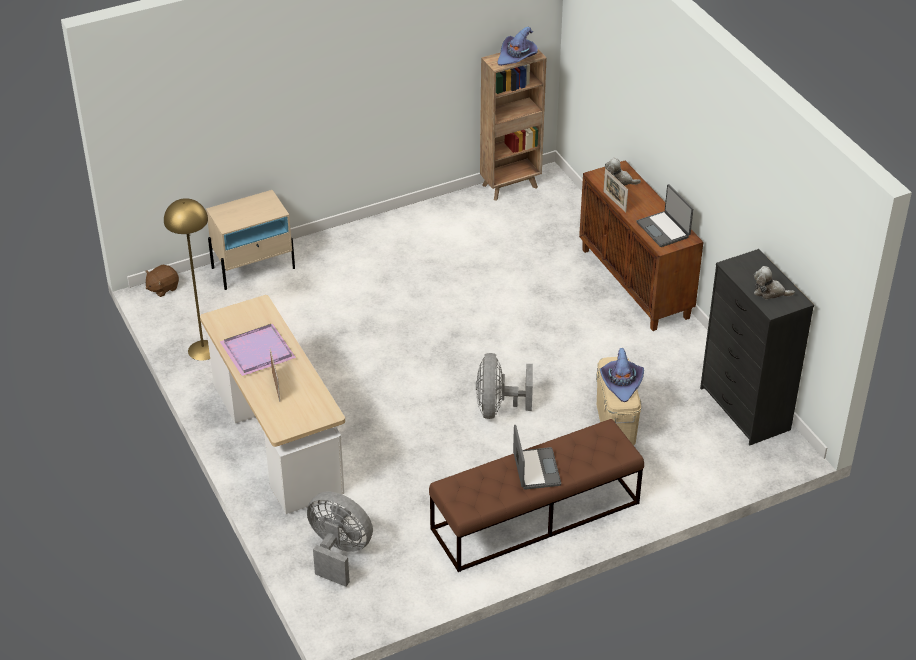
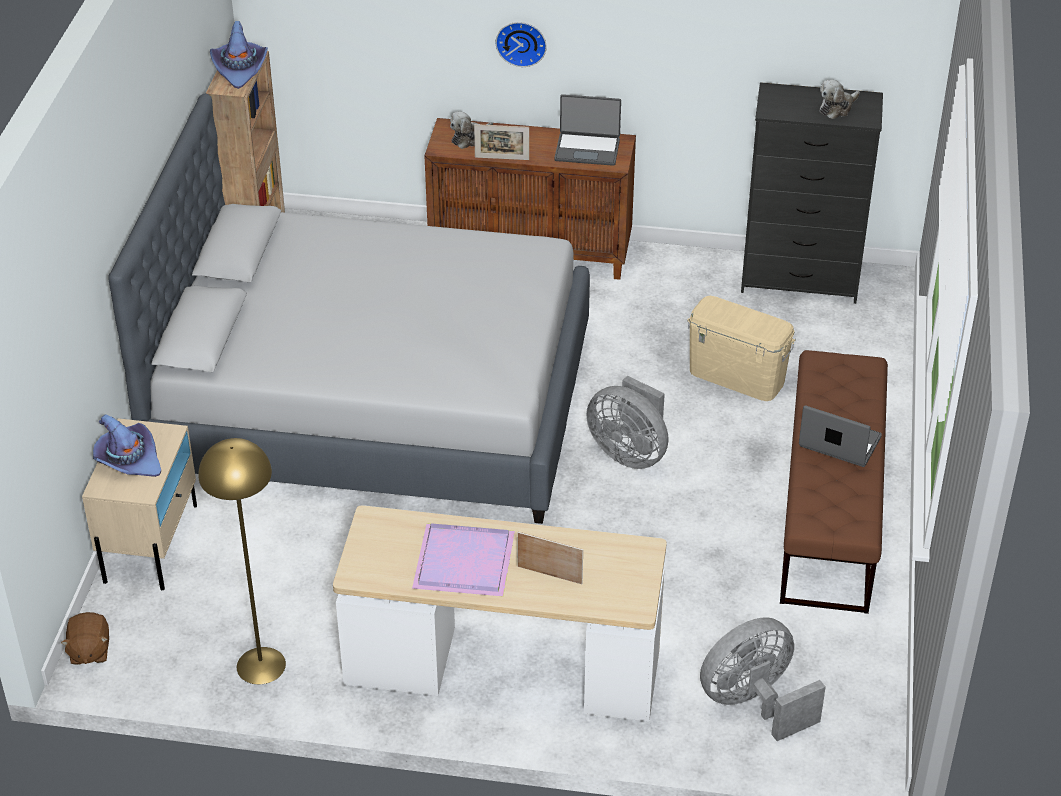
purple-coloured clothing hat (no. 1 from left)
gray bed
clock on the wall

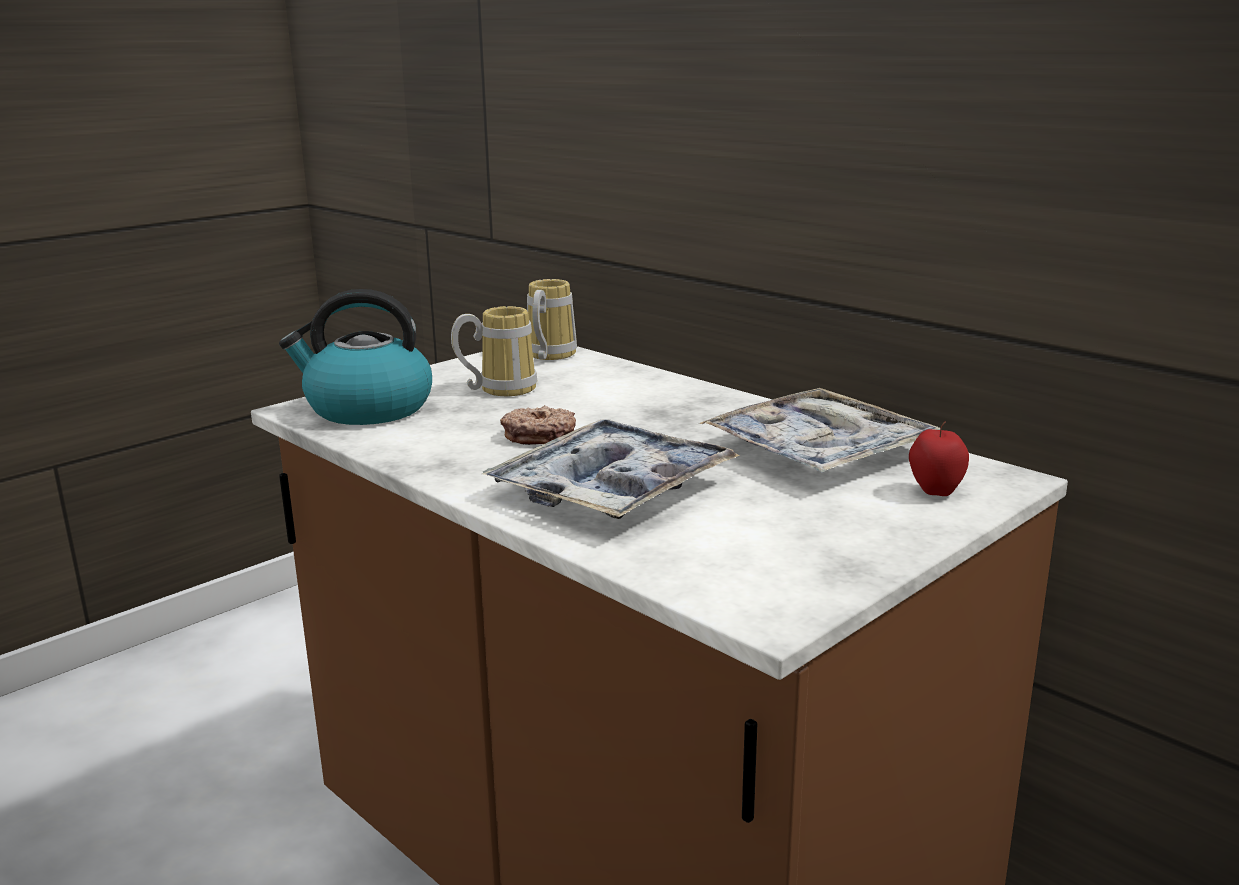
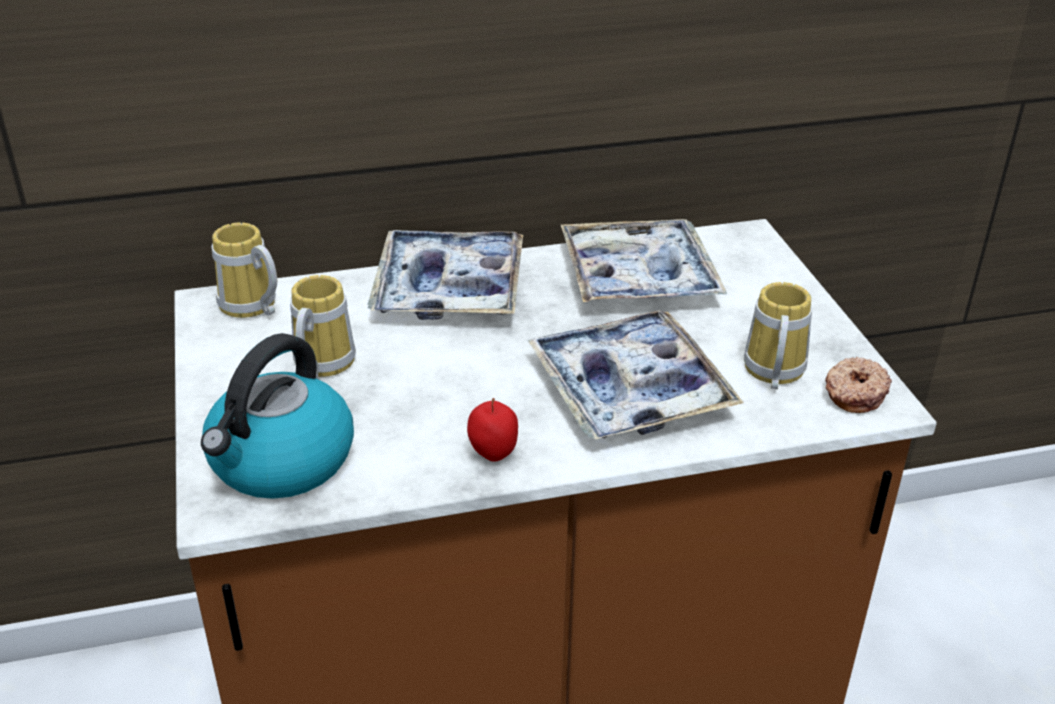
tray (no. 1 from left)
apple fruit
mug (no. 3 from left)
doughnut

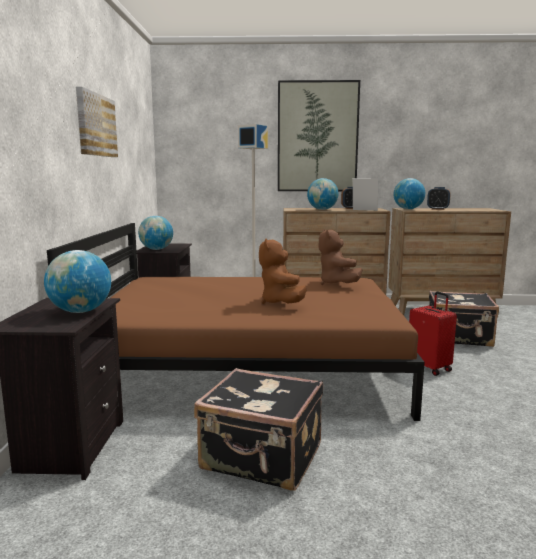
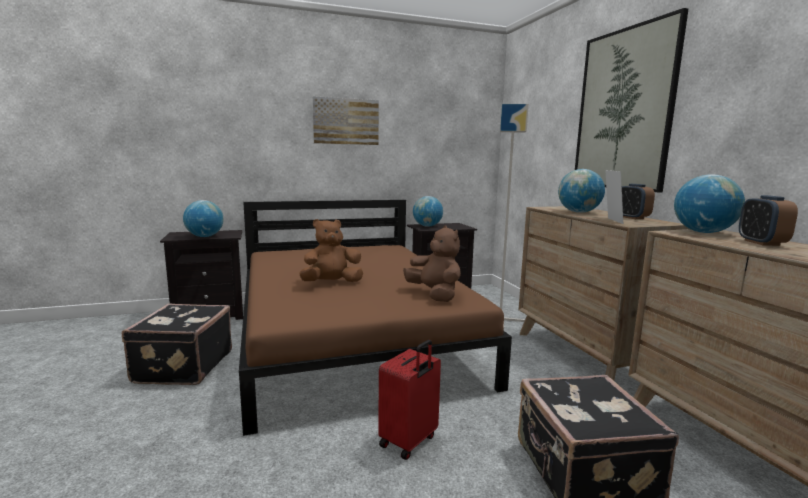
brown plush toy (no. 2 from left)

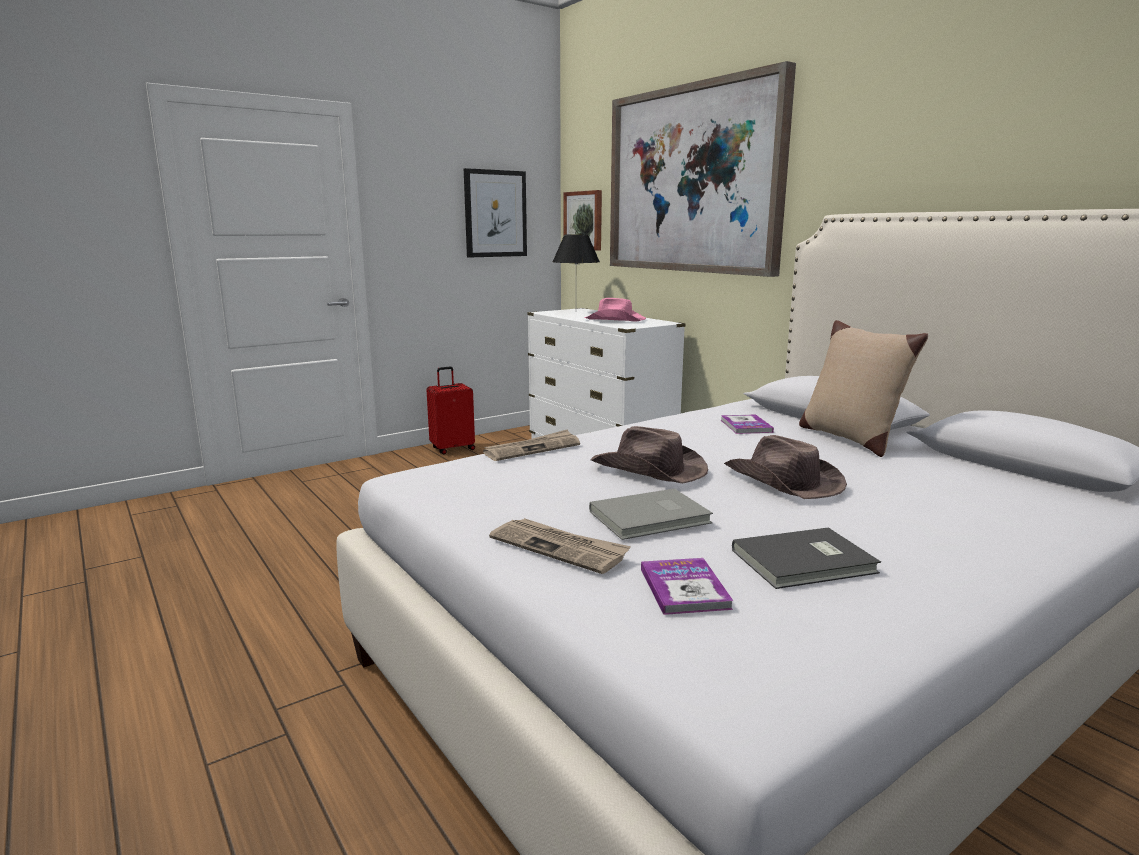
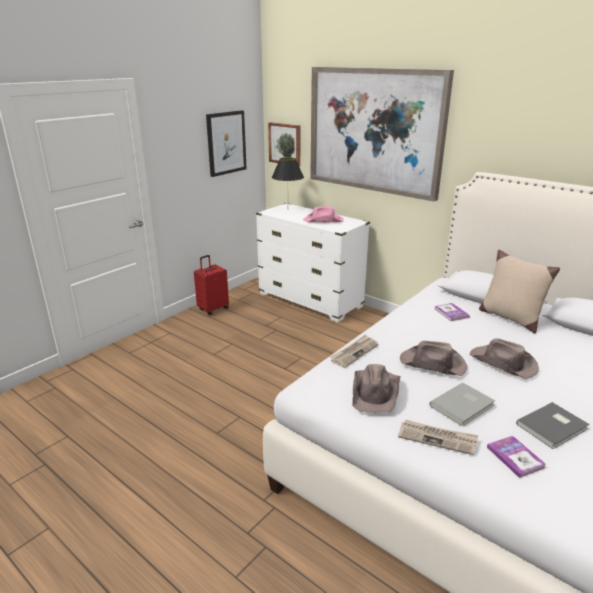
brown clothing hat (no. 1 from left)

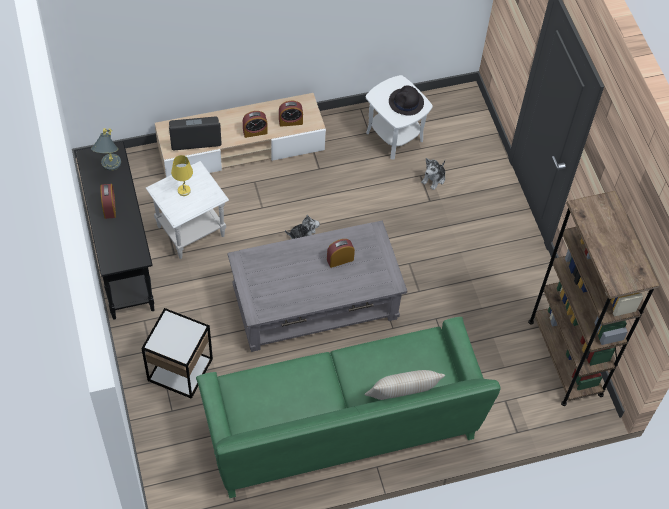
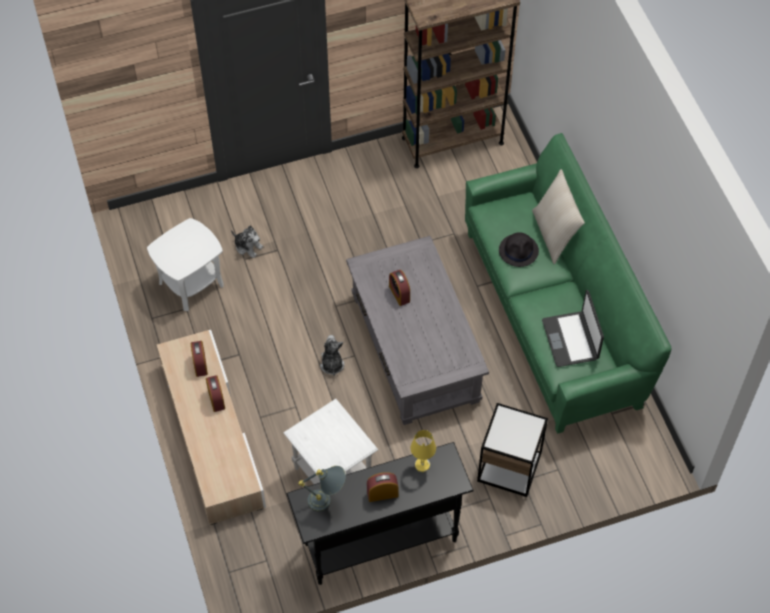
yellow-coloured lamp for a table
blackish clothing hat
laptop

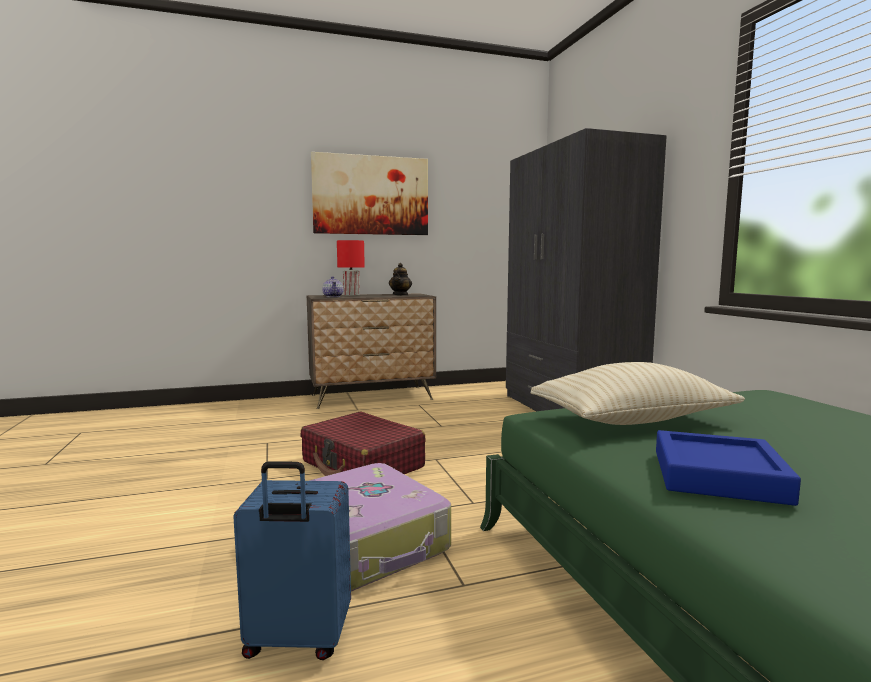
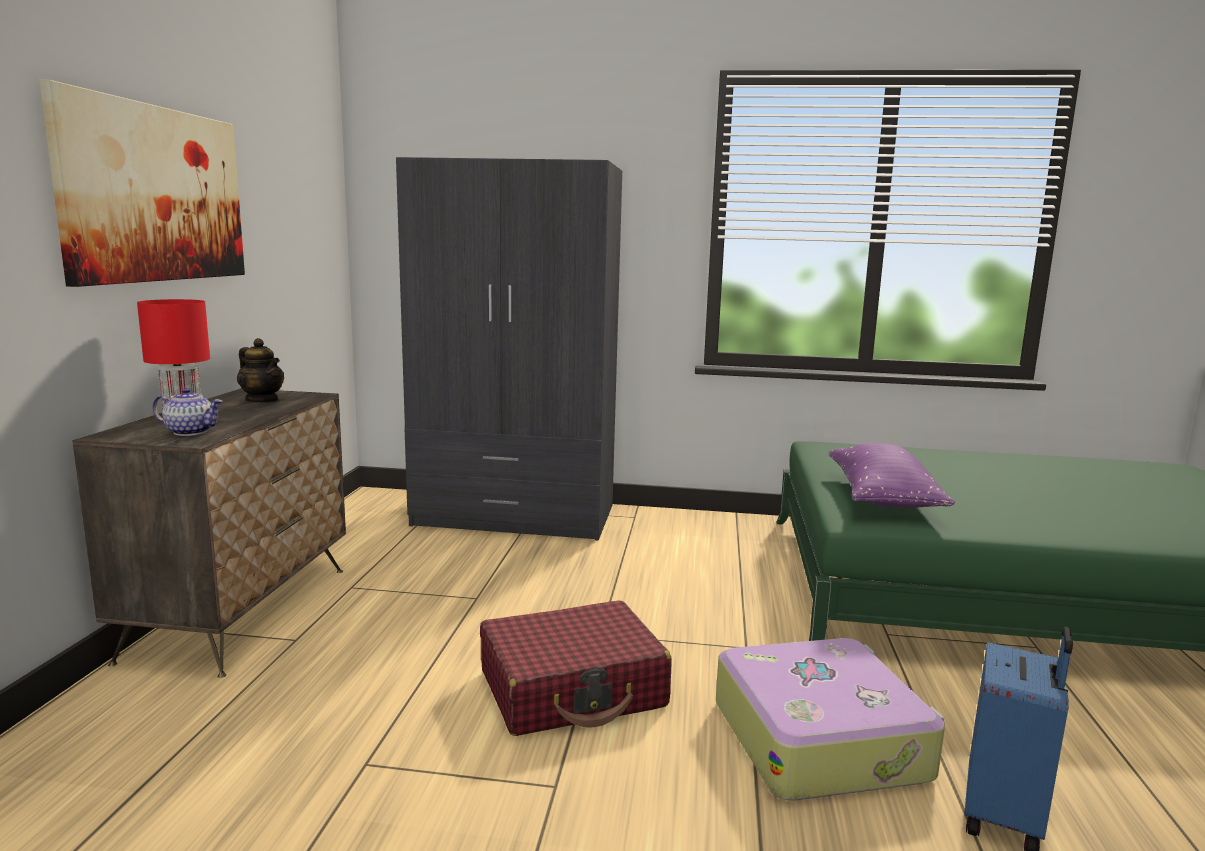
purple-coloured cushion
blue-coloured tray

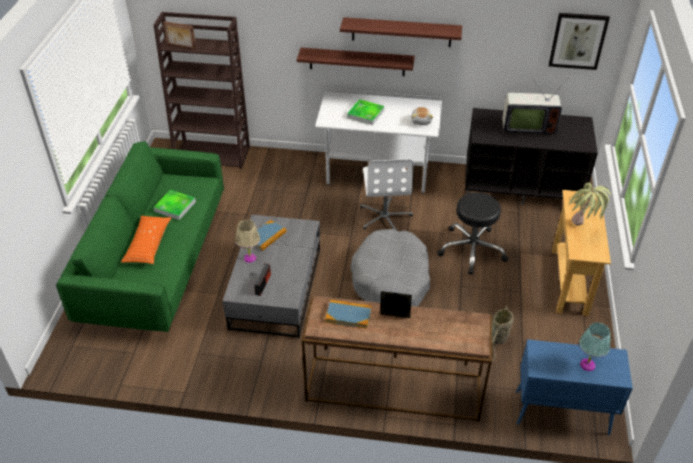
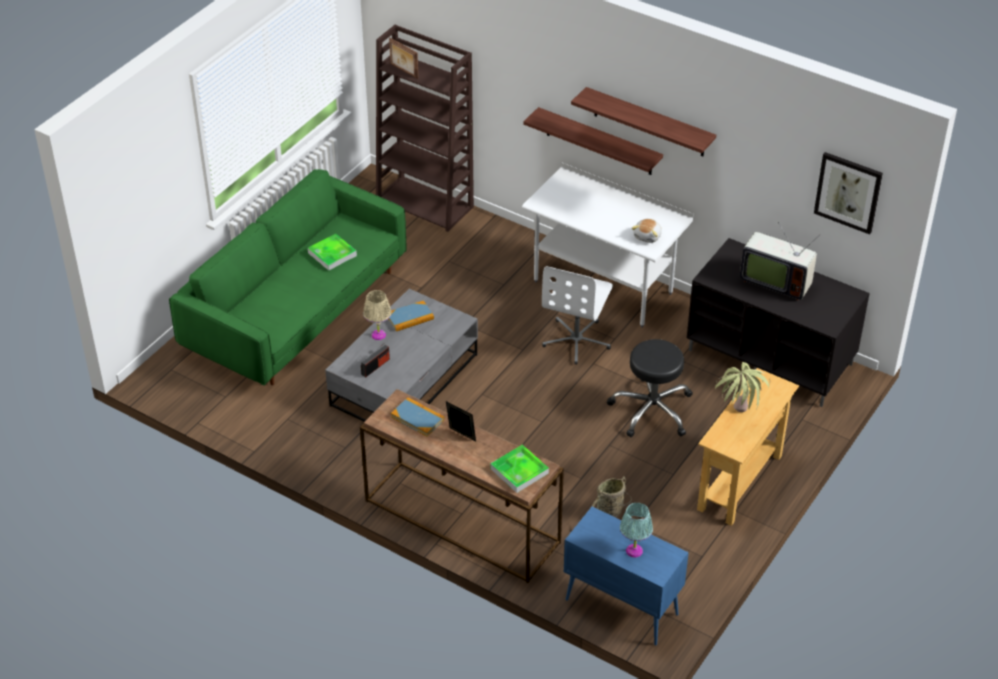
tray (no. 2 from left)
orange-coloured cushion
gray pet bed

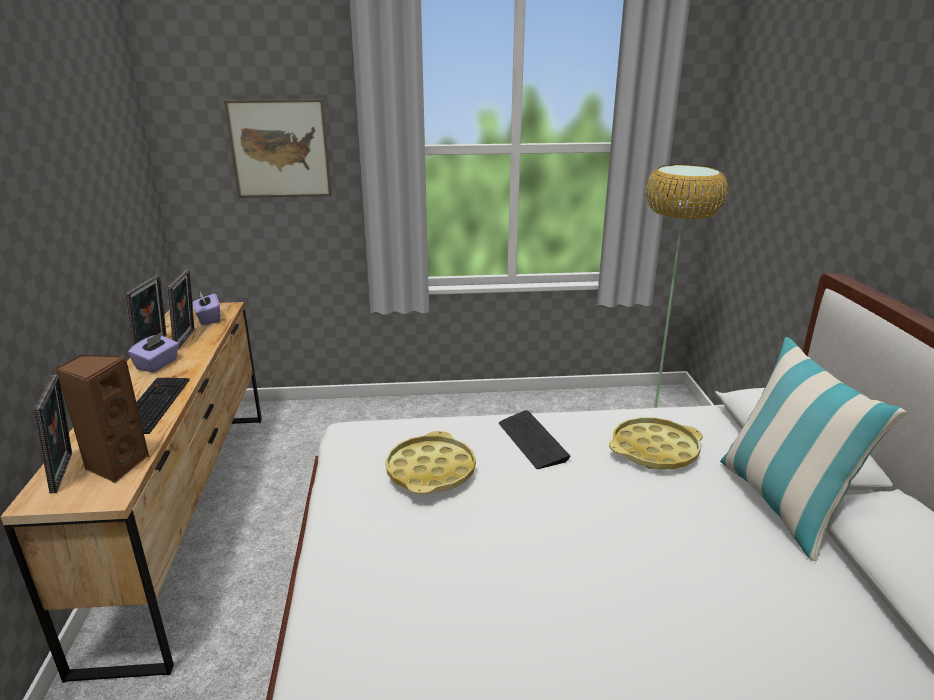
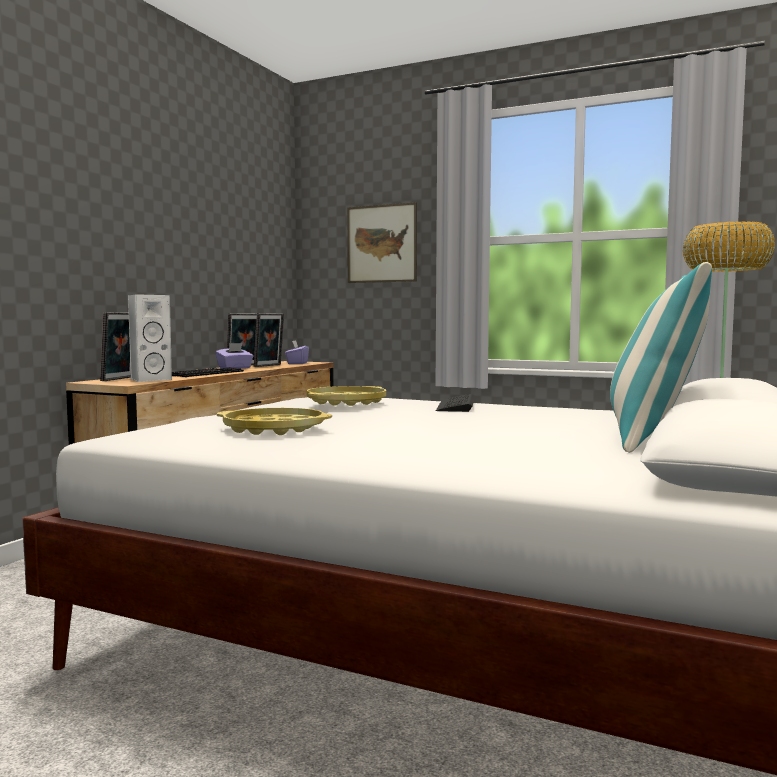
whitish audio speaker
yellow-coloured tray (no. 1 from left)

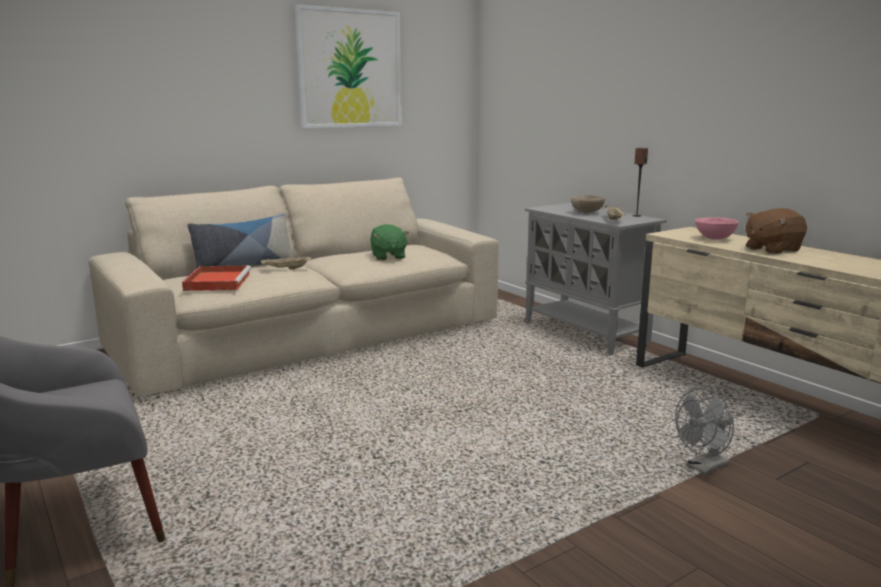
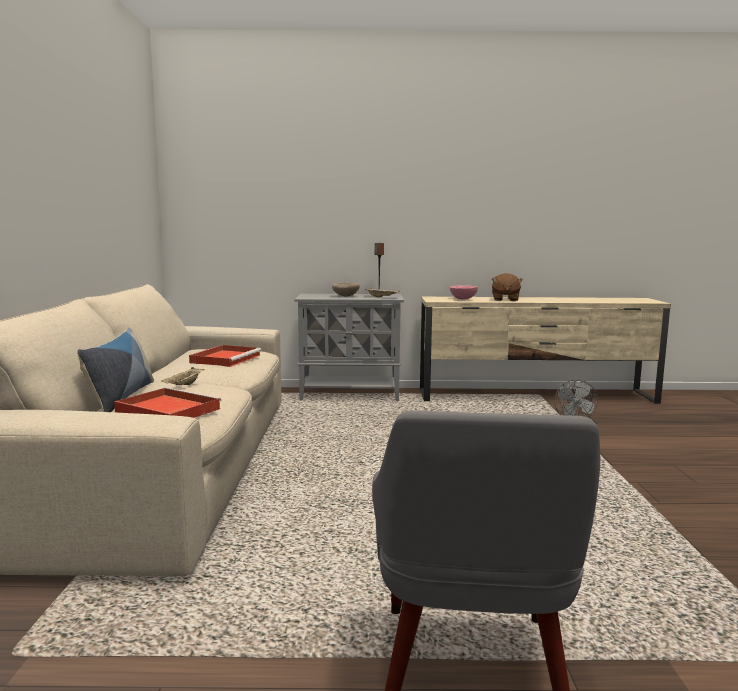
reddish tray (no. 2 from left)
wall picture

